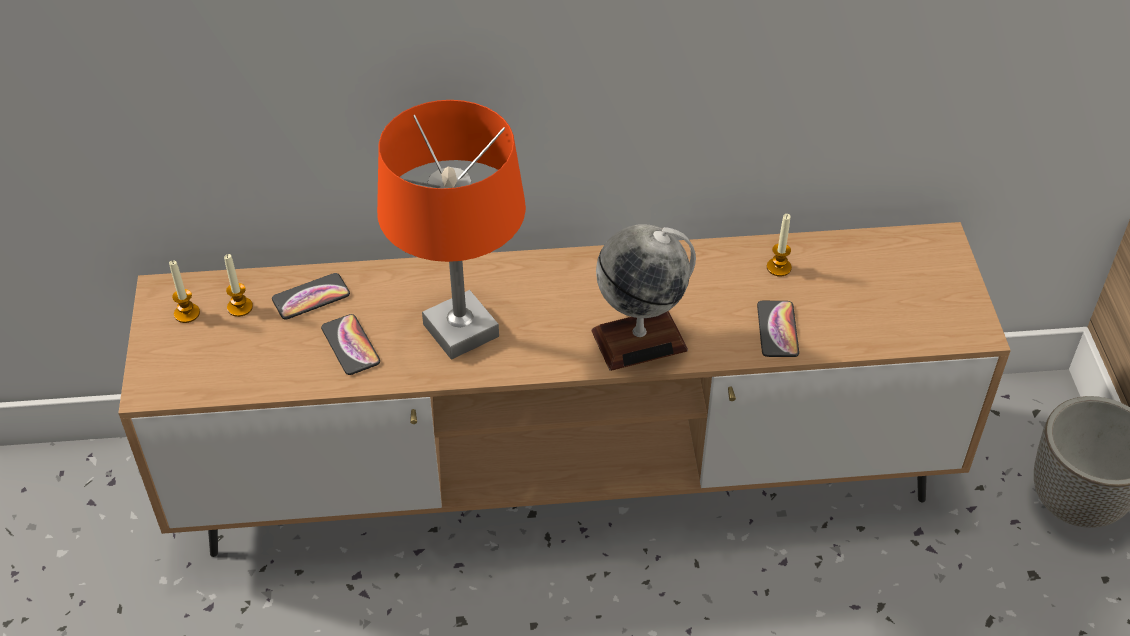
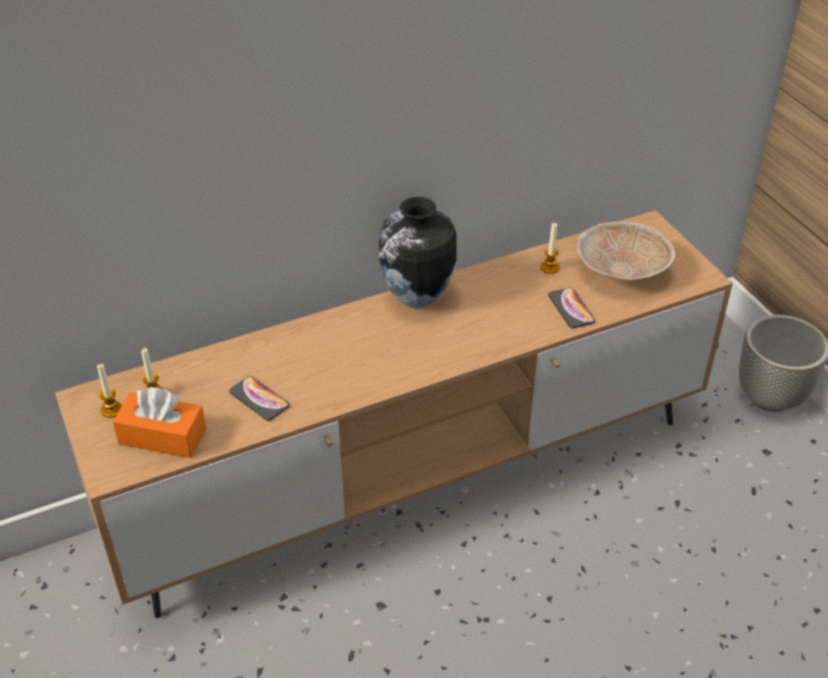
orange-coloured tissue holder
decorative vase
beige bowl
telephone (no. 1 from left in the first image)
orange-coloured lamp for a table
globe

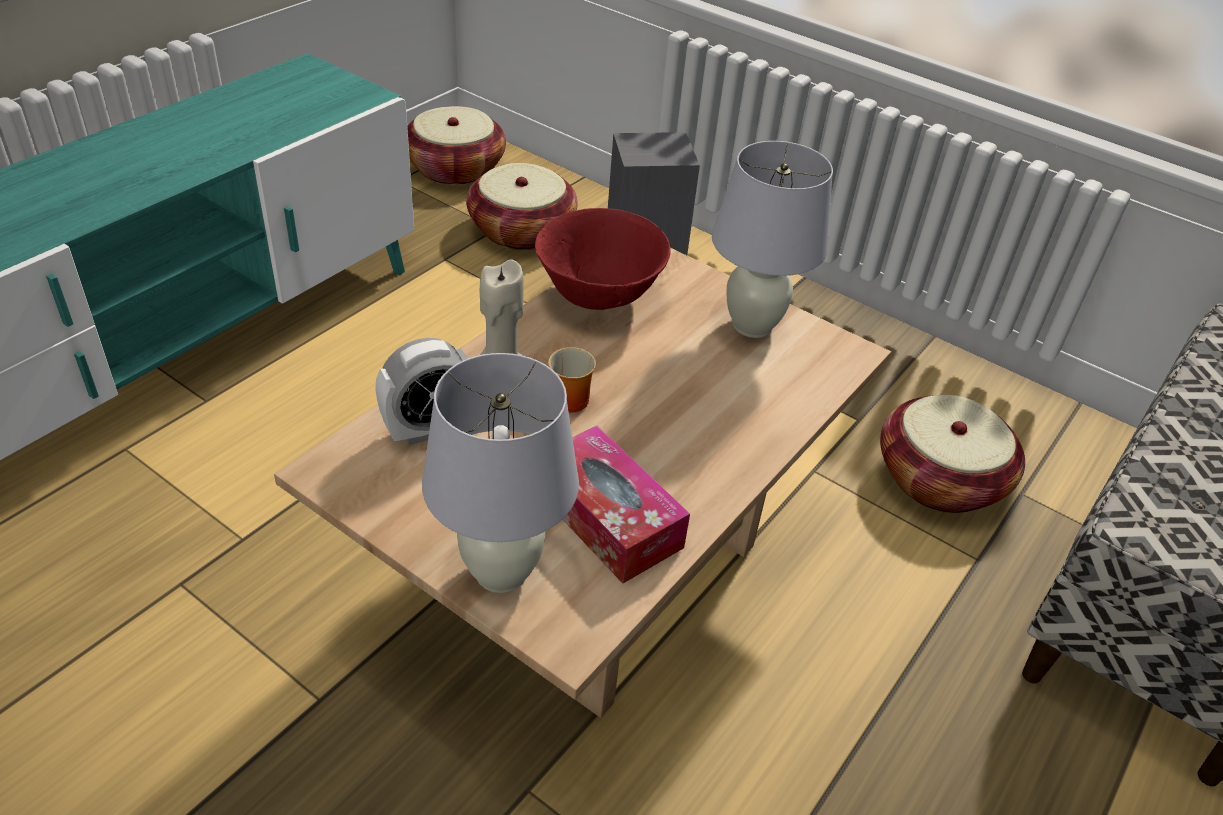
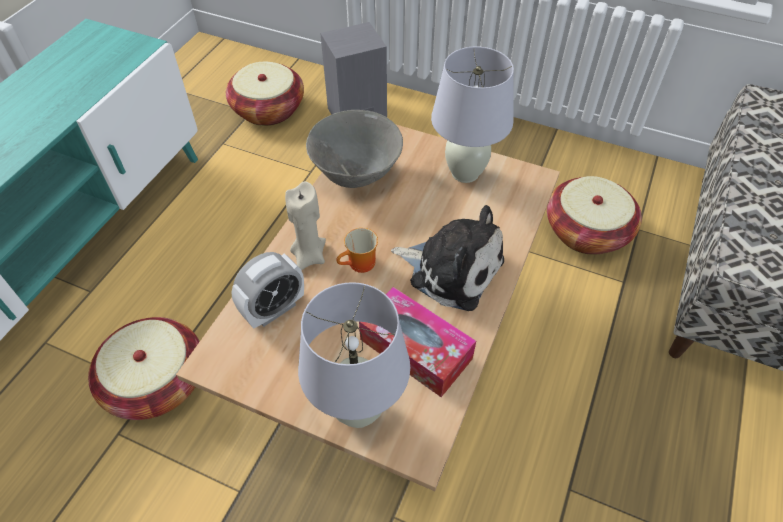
basket (no. 1 from left)
gray bowl
plush toy

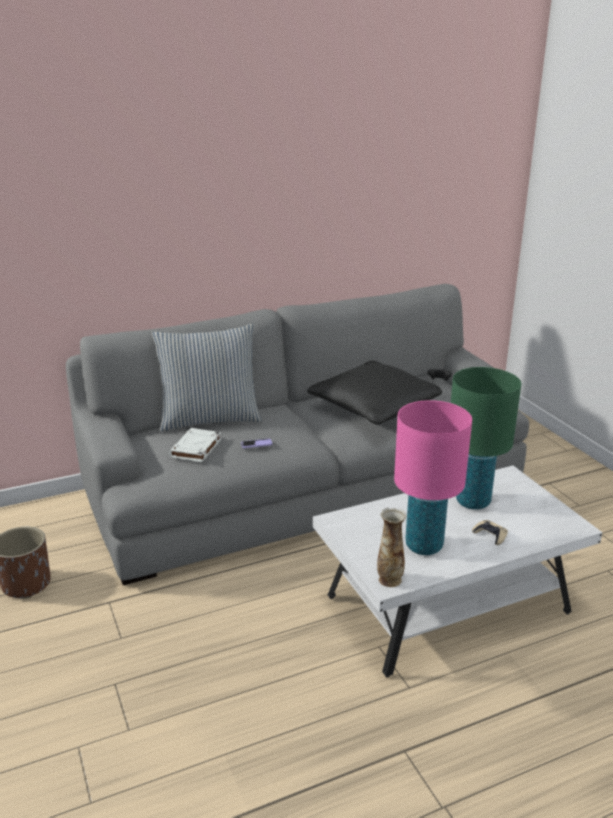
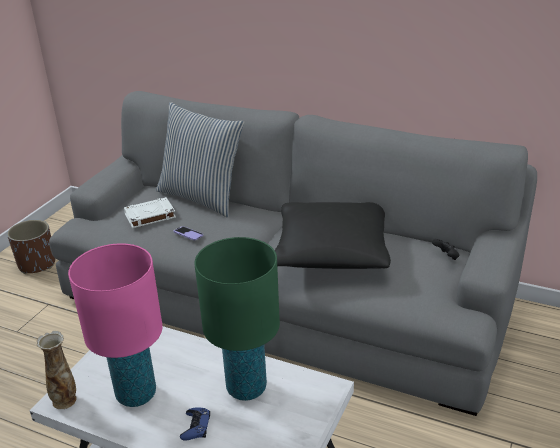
blue-coloured game controller

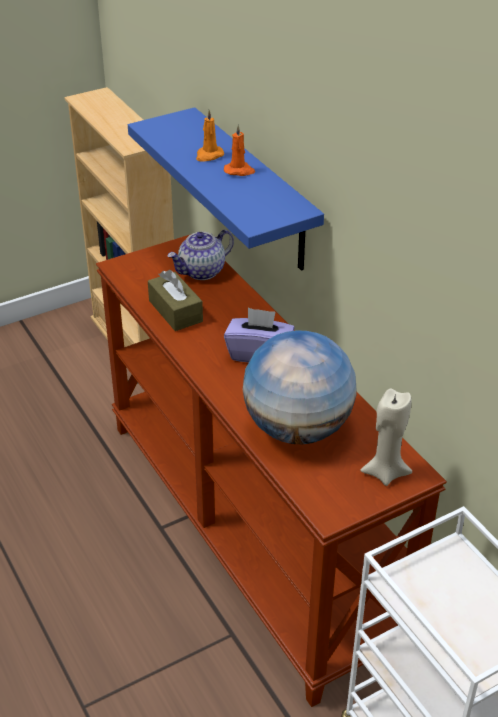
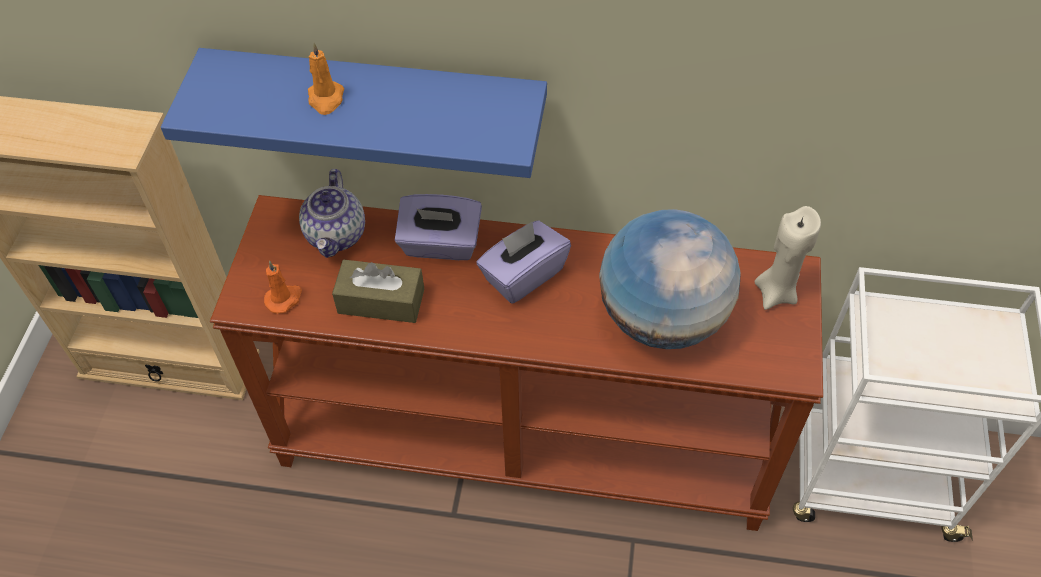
orange-coloured wax candle (no. 1 from left)
purple-coloured tissue holder (no. 1 from left)

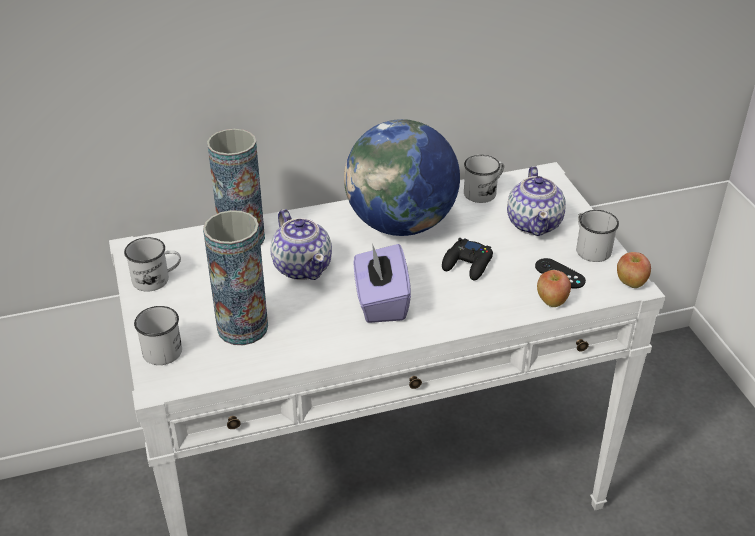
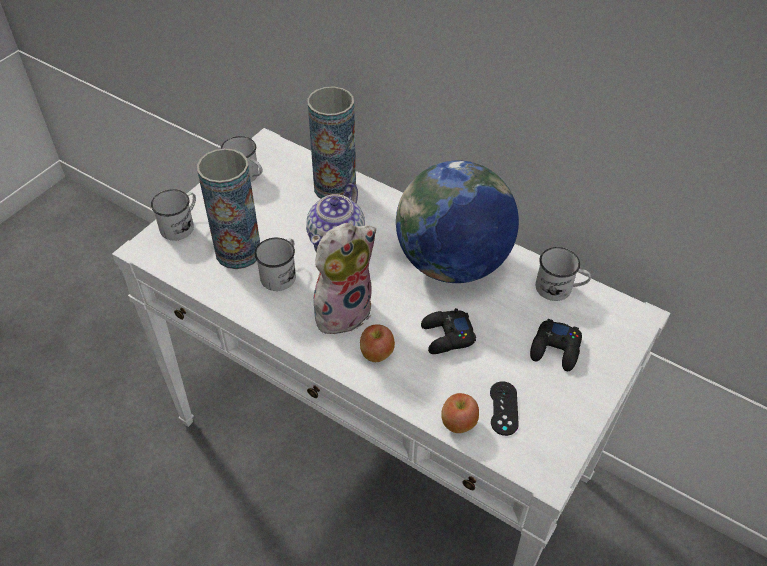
whitish mug (no. 3 from left)
plush toy
apple fruit (no. 1 from left)
blackish game controller (no. 3 from left)

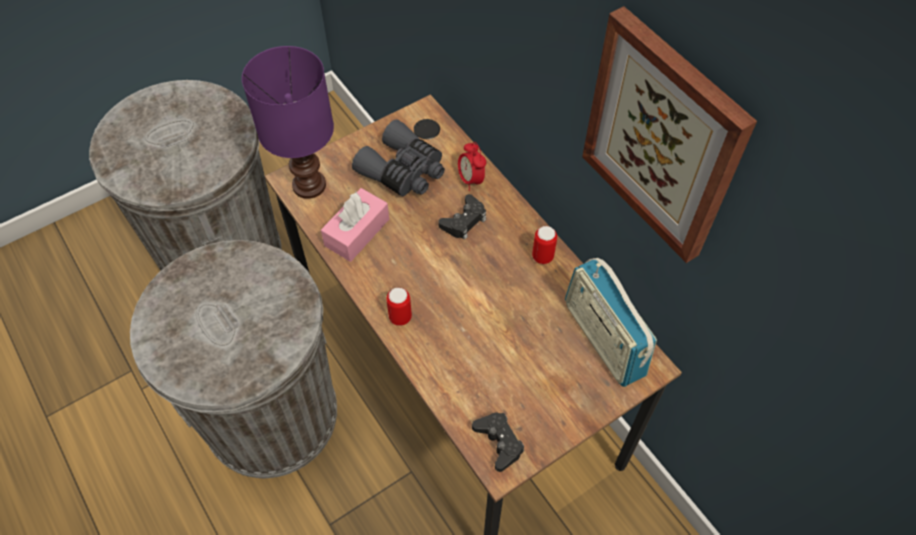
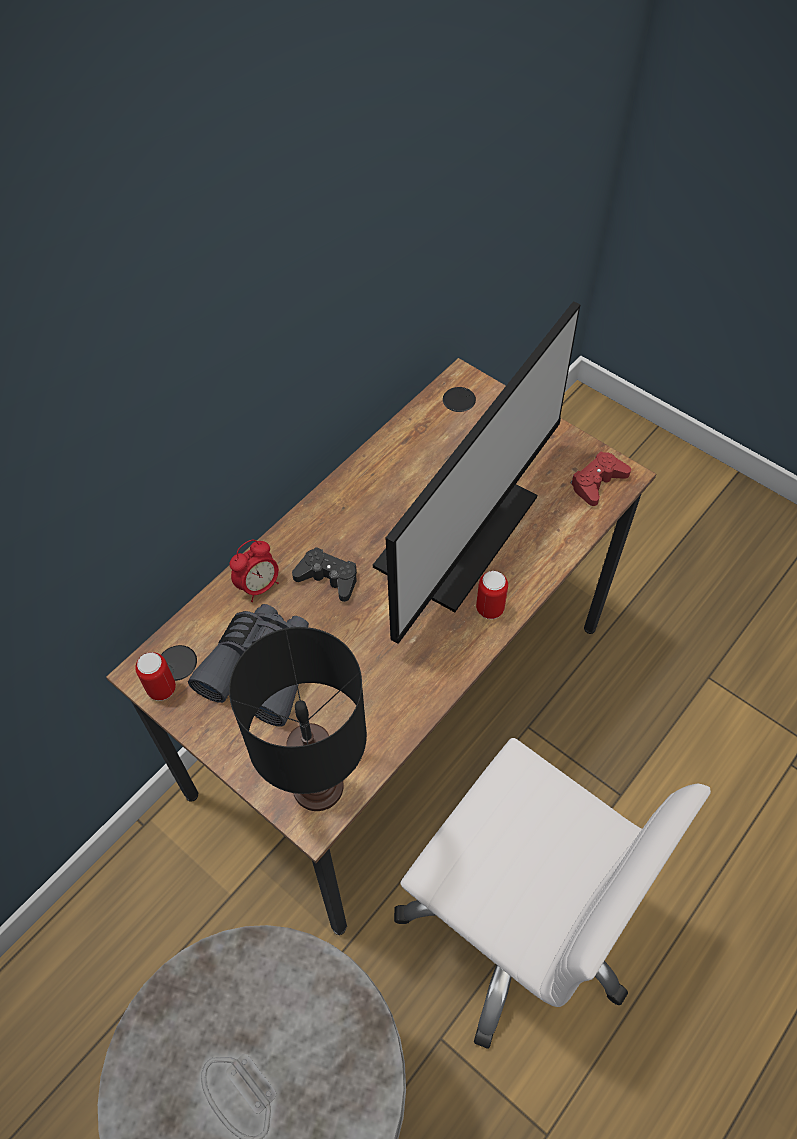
sealed can (no. 1 from left)
blackish lamp for a table
computer display
whitish desk chair
reddish game controller
pink tissue holder
radio set
wall picture

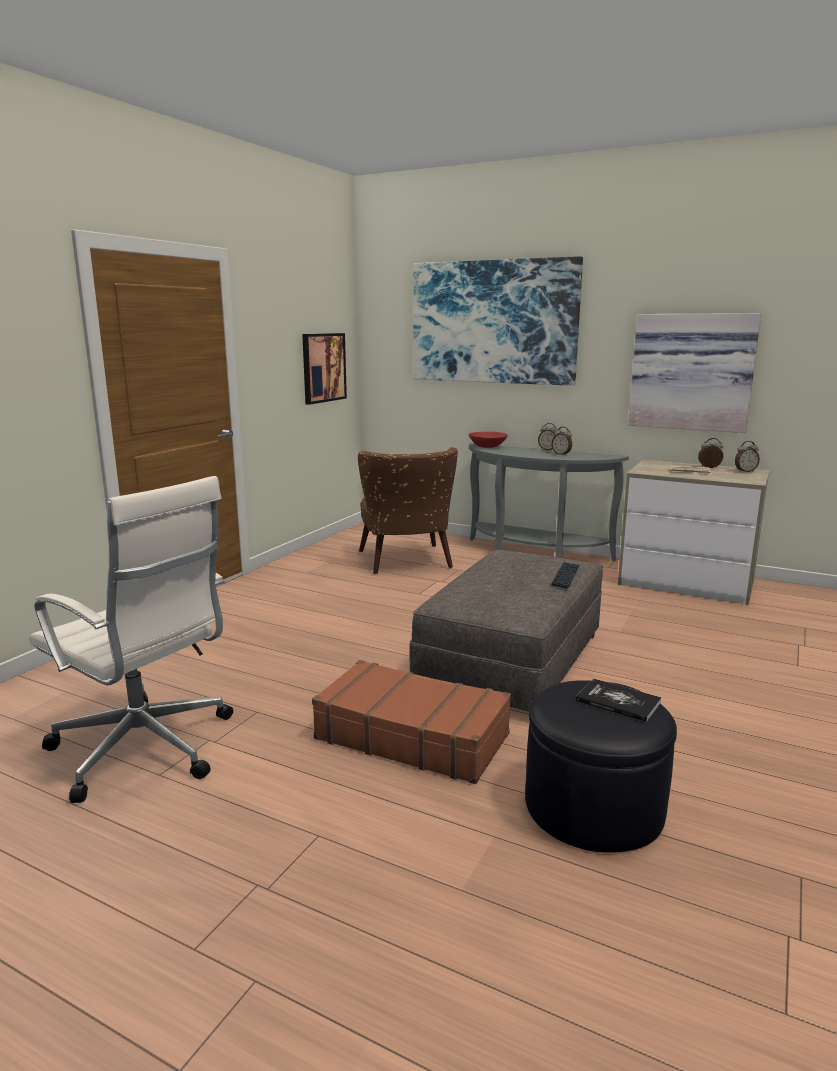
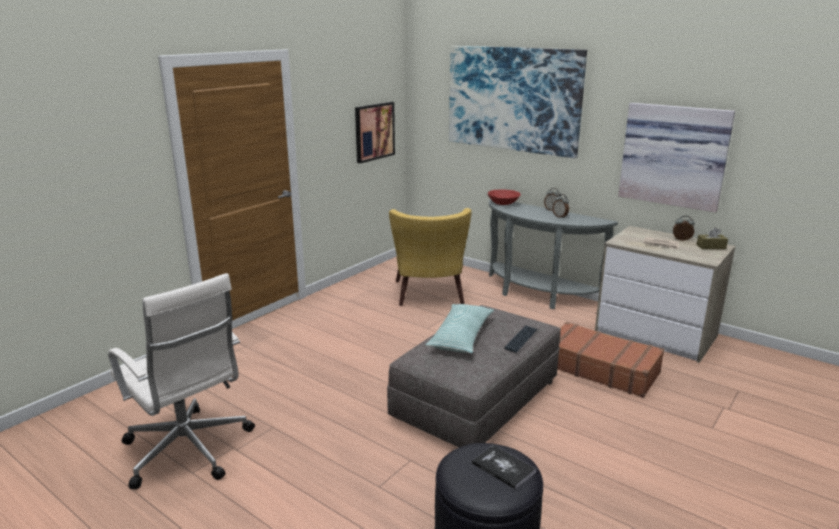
yellow-coloured armchair
cushion
brown piece of luggage
brown tissue holder

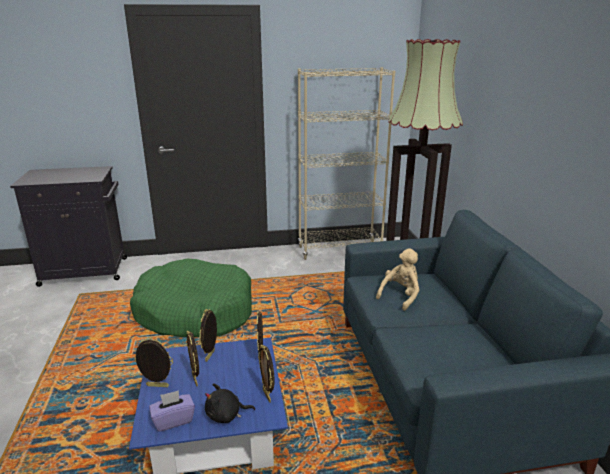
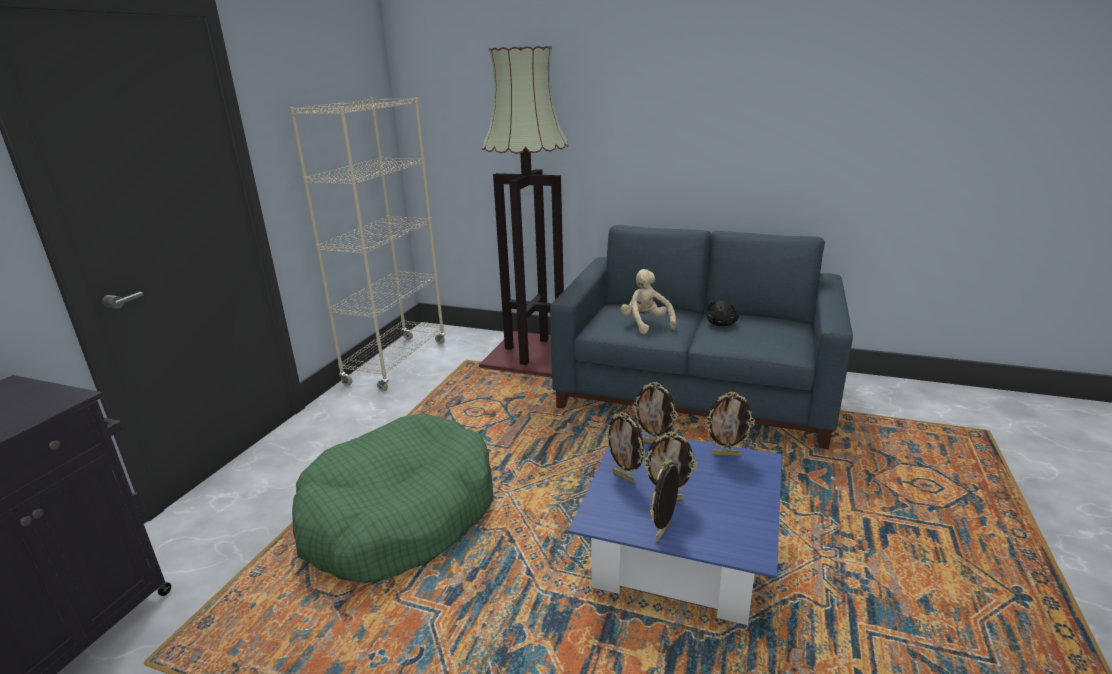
blackish plush toy
purple-coloured tissue holder

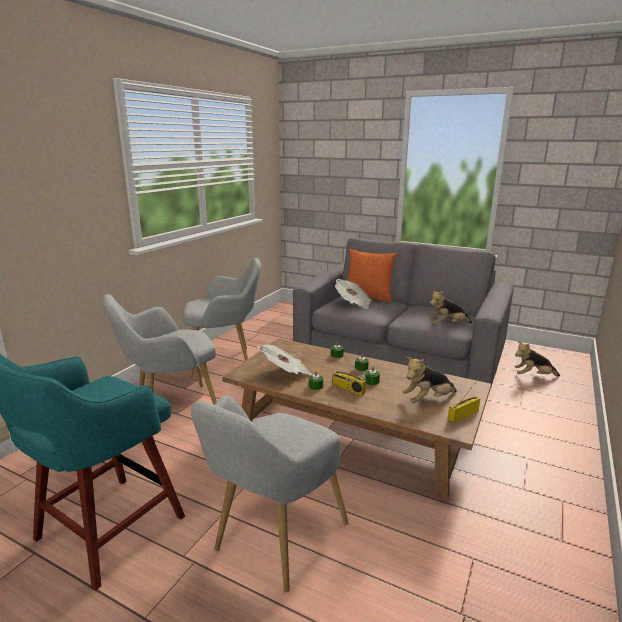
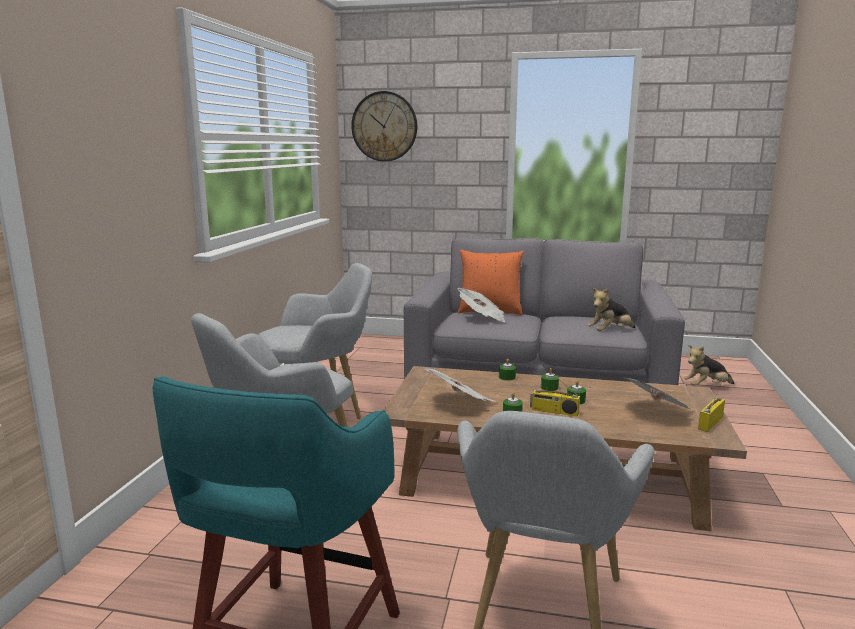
clock on the wall
printed paper (no. 3 from left)

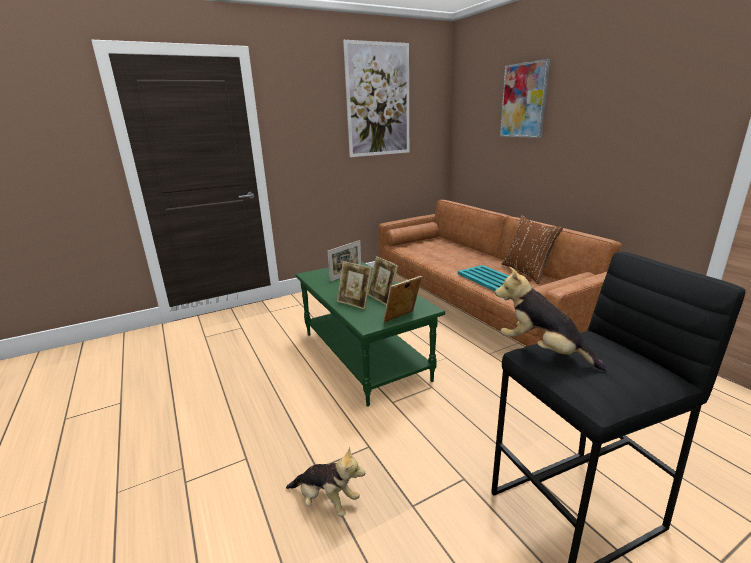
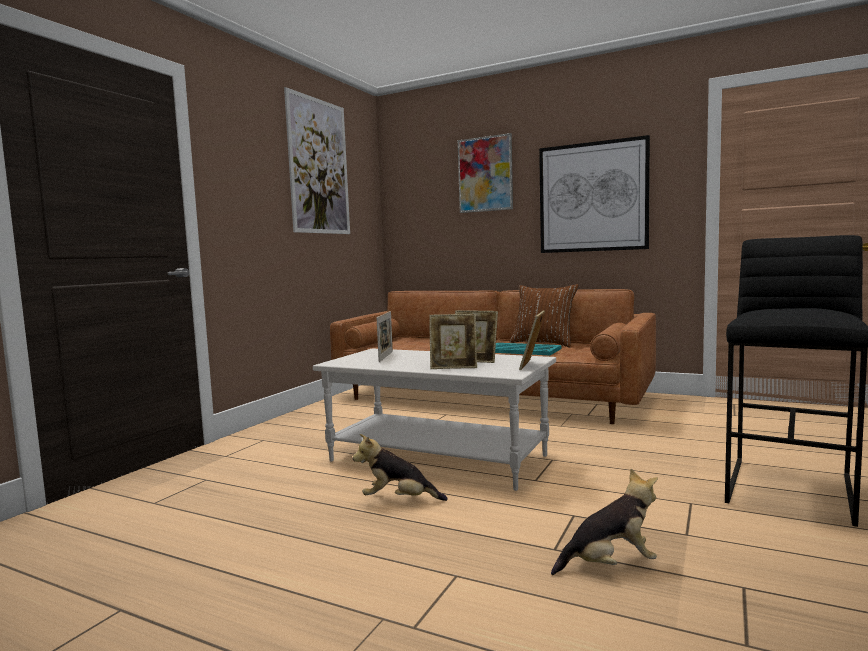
whitish lounge table
plush toy (no. 1 from left)
wall picture (no. 3 from left)

